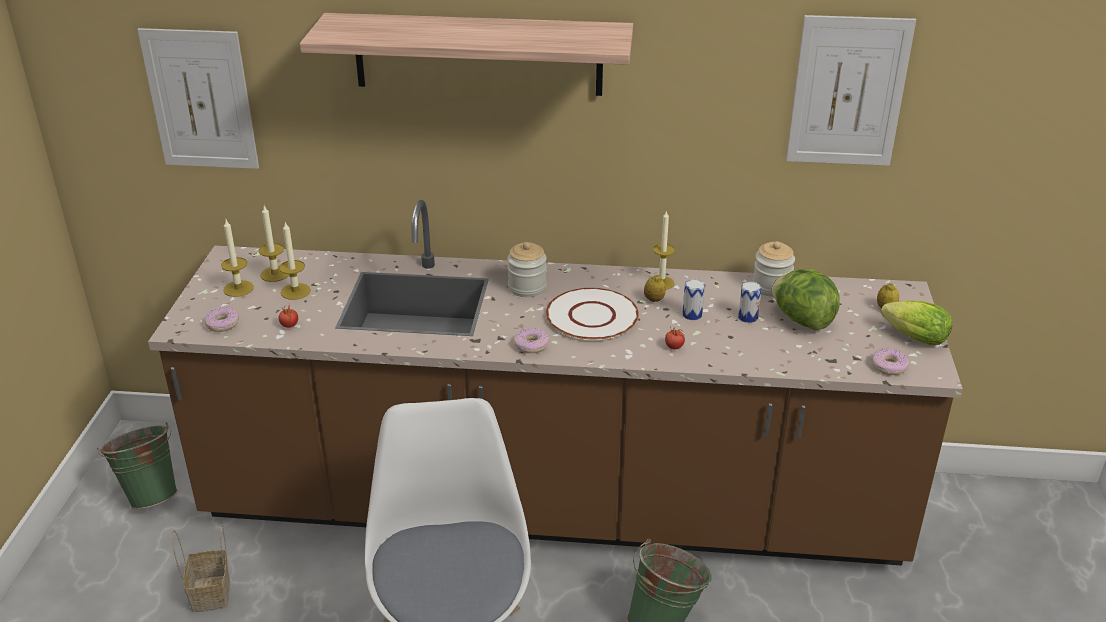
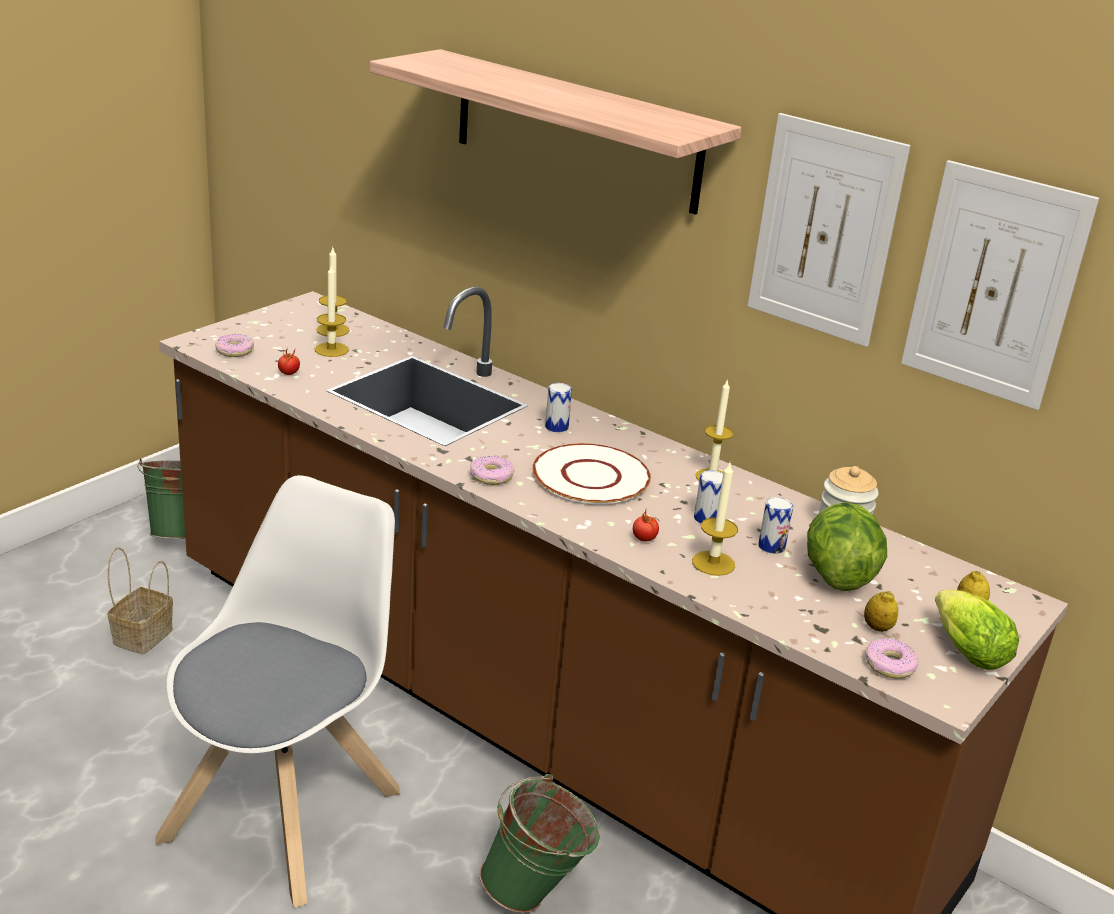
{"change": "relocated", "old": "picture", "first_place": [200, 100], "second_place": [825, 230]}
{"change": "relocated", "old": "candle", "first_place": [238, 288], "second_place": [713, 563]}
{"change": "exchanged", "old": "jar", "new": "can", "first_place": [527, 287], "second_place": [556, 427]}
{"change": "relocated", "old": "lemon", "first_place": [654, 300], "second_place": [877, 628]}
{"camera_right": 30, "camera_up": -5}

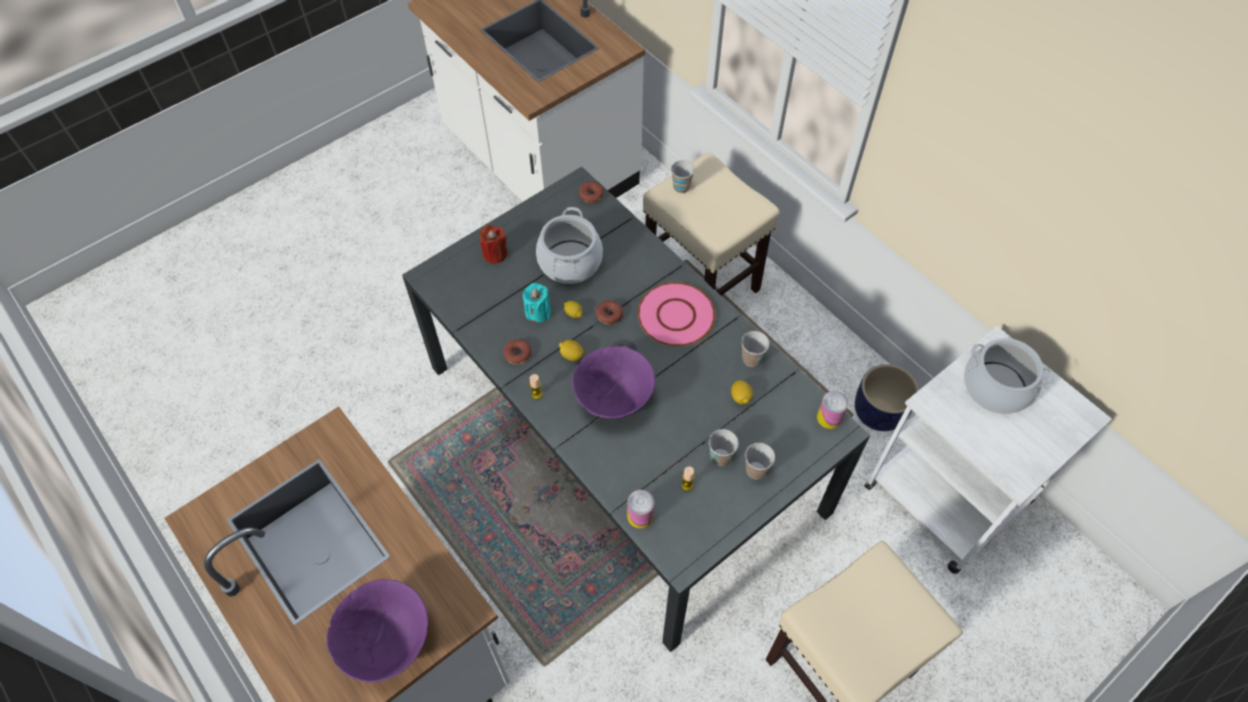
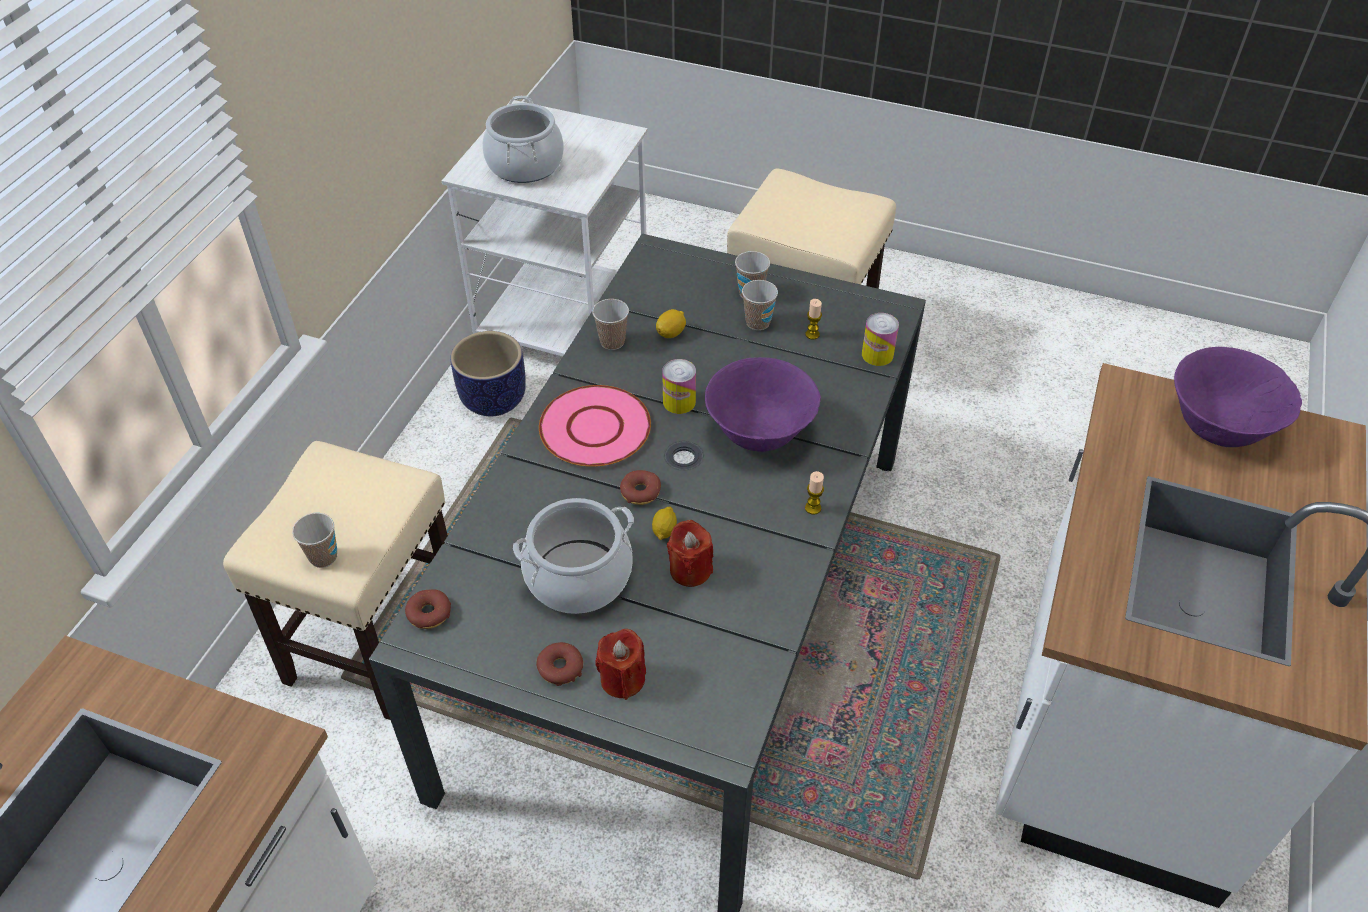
{"change": "relocated", "old": "donut", "first_place": [518, 354], "second_place": [560, 668]}
{"change": "colour", "old": "candle (turquoise)", "new": "candle (red)", "first_place": [538, 312], "second_place": [690, 570]}
{"change": "missing", "old": "lemon", "first_place": [571, 355]}
{"change": "relocated", "old": "can", "first_place": [829, 417], "second_place": [679, 402]}
{"camera_right": -120, "camera_up": -10}

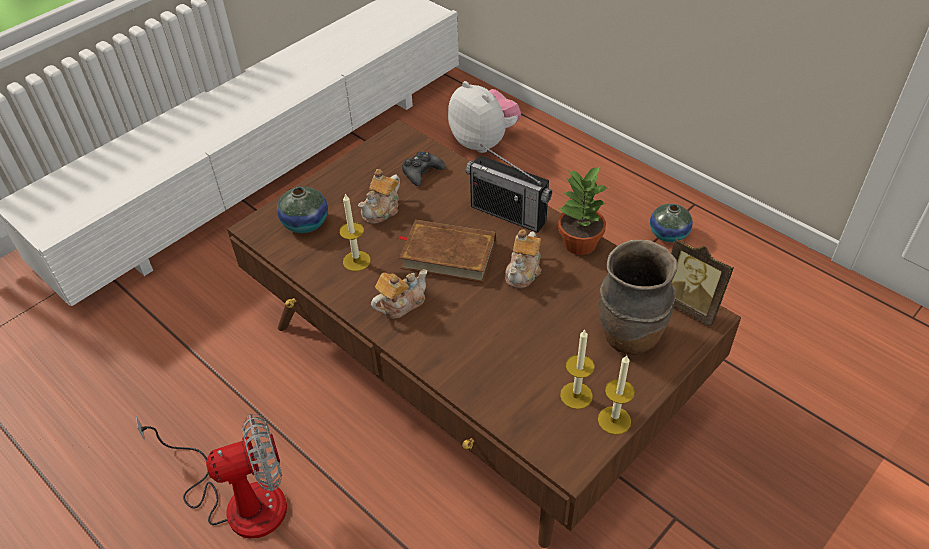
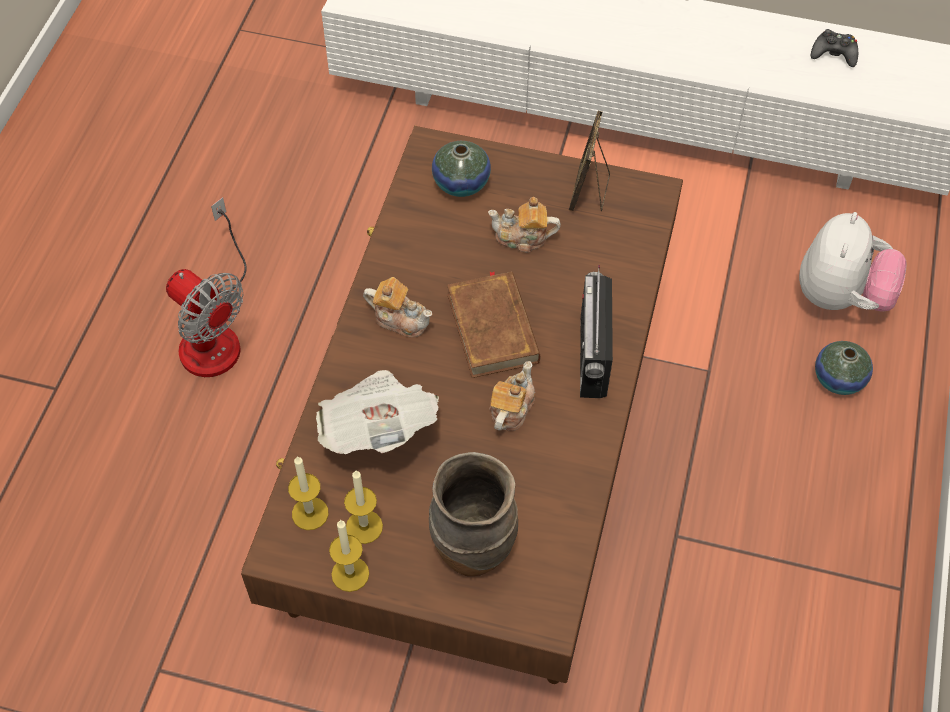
{"change": "relocated", "old": "candle", "first_place": [356, 261], "second_place": [310, 513]}
{"change": "relocated", "old": "game controller (black)", "first_place": [422, 172], "second_place": [834, 53]}
{"change": "spun", "old": "teapot", "first_place": [524, 271], "second_place": [511, 409], "degrees": 120}
{"change": "missing", "old": "potted plant", "first_place": [578, 243]}
{"change": "relocated", "old": "vase", "first_place": [668, 234], "second_place": [838, 379]}
{"change": "relocated", "old": "picture frame", "first_place": [691, 305], "second_place": [589, 191]}
{"change": "appeared", "new": "newspaper", "second_place": [378, 428]}
{"camera_right": 60, "camera_up": 10}

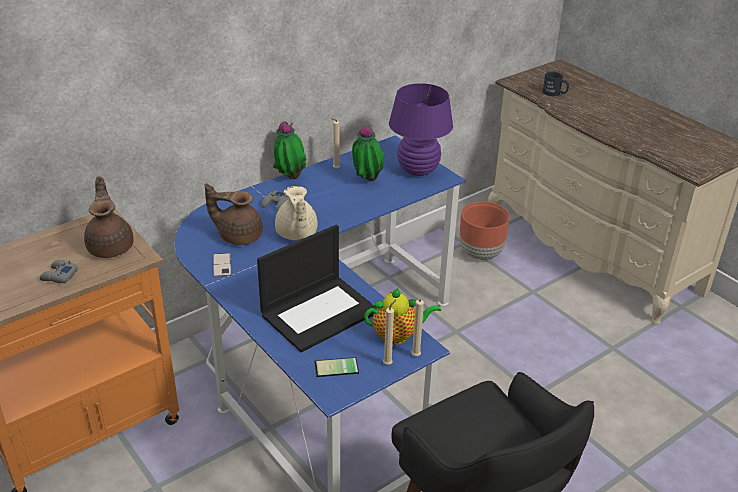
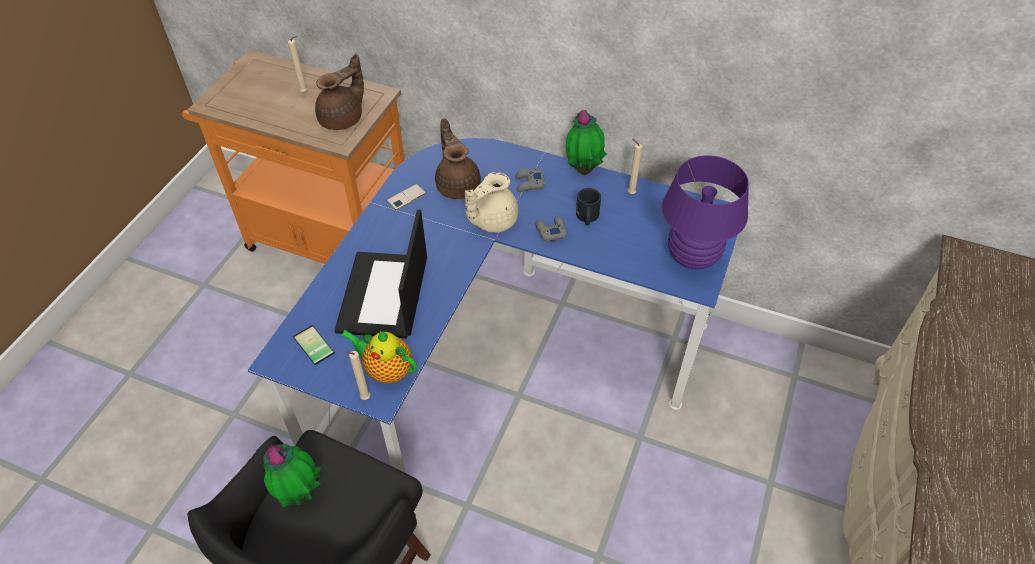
{"change": "relocated", "old": "game controller (grey)", "first_place": [59, 276], "second_place": [551, 231]}
{"change": "spun", "old": "laptop", "first_place": [320, 312], "second_place": [384, 296], "degrees": 75}
{"change": "relocated", "old": "potted plant", "first_place": [366, 180], "second_place": [300, 493]}
{"change": "spun", "old": "teapot", "first_place": [398, 336], "second_place": [386, 370], "degrees": 150}
{"change": "relocated", "old": "candle (beige)", "first_place": [388, 363], "second_place": [305, 92]}
{"change": "missing", "old": "planter (brown)", "first_place": [481, 253]}
{"change": "relocated", "old": "mug (black)", "first_place": [555, 93], "second_place": [587, 218]}
{"camera_right": 60, "camera_up": 15}

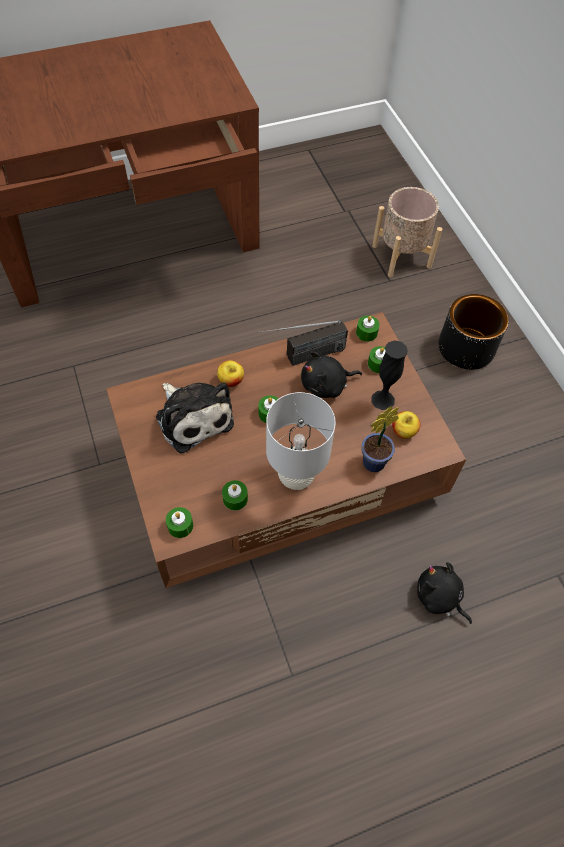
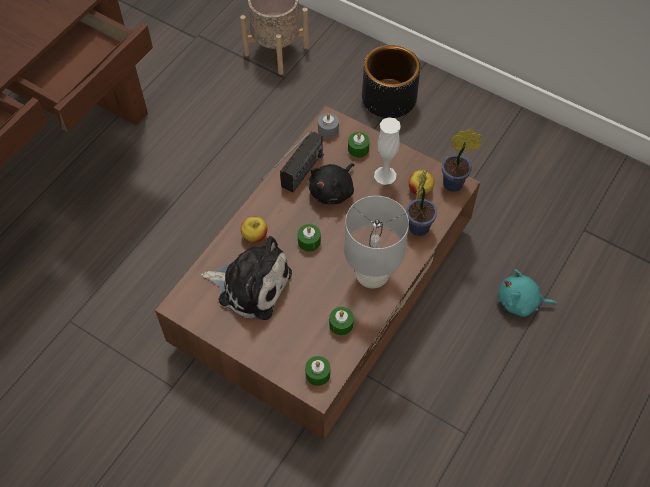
{"change": "colour", "old": "candle (green)", "new": "candle (grey)", "first_place": [366, 333], "second_place": [328, 130]}
{"change": "colour", "old": "vase (black)", "new": "vase (white)", "first_place": [383, 400], "second_place": [385, 175]}
{"change": "colour", "old": "plush toy (black)", "new": "plush toy (turquoise)", "first_place": [439, 597], "second_place": [520, 302]}
{"change": "appeared", "new": "potted plant", "second_place": [455, 183]}
{"camera_right": -35, "camera_up": 0}

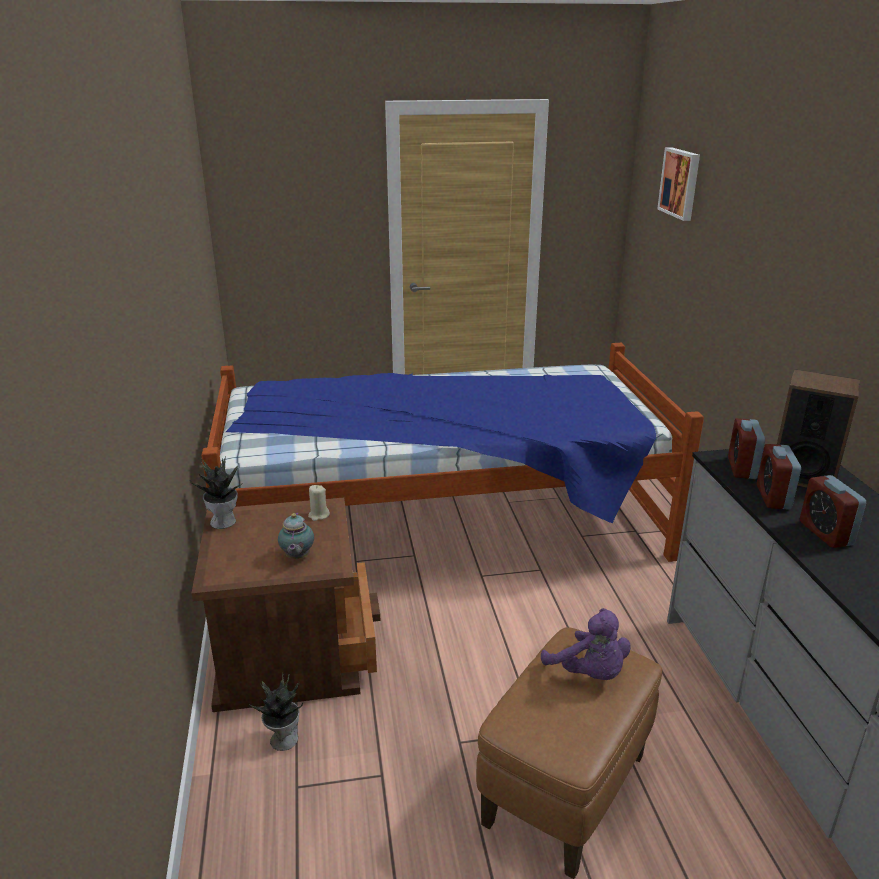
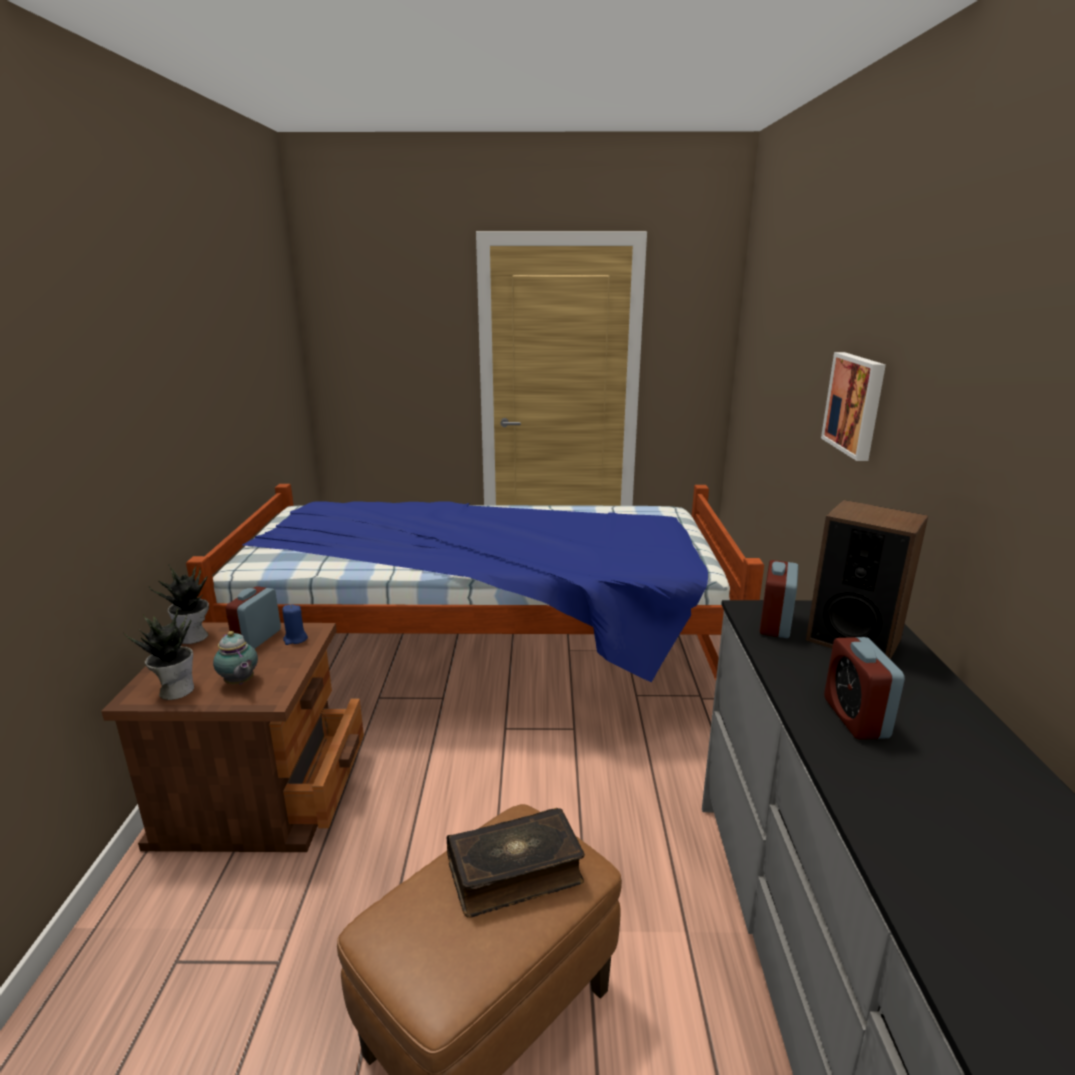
{"change": "relocated", "old": "potted plant", "first_place": [283, 739], "second_place": [176, 690]}
{"change": "spun", "old": "teapot", "first_place": [297, 557], "second_place": [240, 683], "degrees": -45}
{"change": "colour", "old": "candle (beige)", "new": "candle (blue)", "first_place": [318, 515], "second_place": [295, 639]}
{"change": "exchanged", "old": "plush toy (purple)", "new": "book", "first_place": [589, 673], "second_place": [515, 872]}
{"change": "relocated", "old": "picture", "first_place": [681, 183], "second_place": [856, 404]}
{"change": "relocated", "old": "alarm clock", "first_place": [773, 497], "second_place": [257, 638]}
{"camera_right": 10, "camera_up": -5}

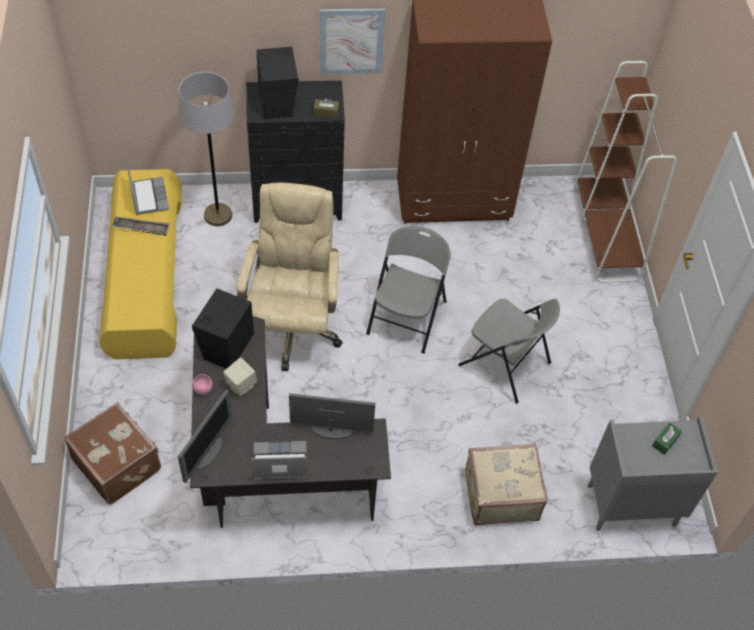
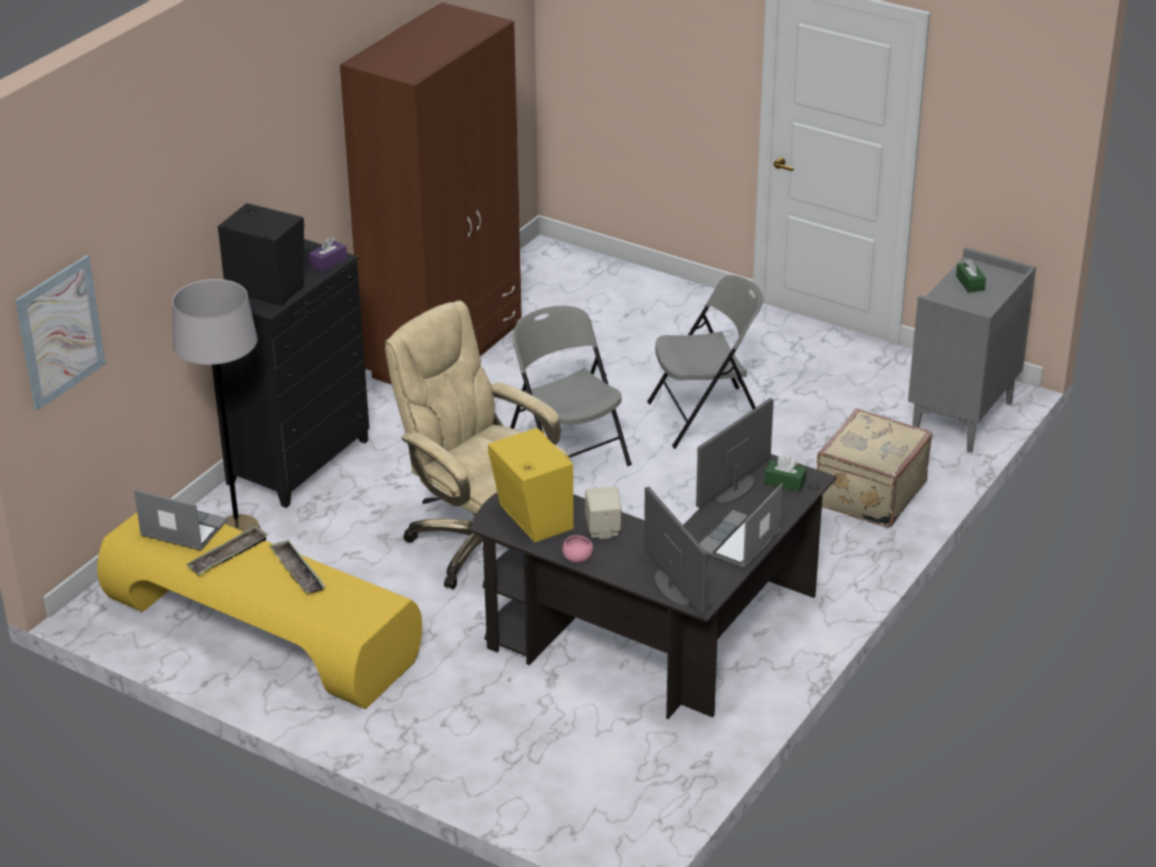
{"change": "missing", "old": "suitcase (brown)", "first_place": [118, 464]}
{"change": "colour", "old": "speaker (black)", "new": "speaker (yellow)", "first_place": [225, 346], "second_place": [533, 519]}
{"change": "colour", "old": "tissue box (brown)", "new": "tissue box (purple)", "first_place": [326, 112], "second_place": [328, 262]}
{"change": "relocated", "old": "picture", "first_place": [351, 41], "second_place": [60, 332]}
{"change": "missing", "old": "clothes rack (brown)", "first_place": [605, 235]}
{"change": "appeared", "new": "tray", "second_place": [297, 571]}
{"change": "appeared", "new": "tissue box (green)", "second_place": [785, 482]}
{"camera_right": -50, "camera_up": -20}

